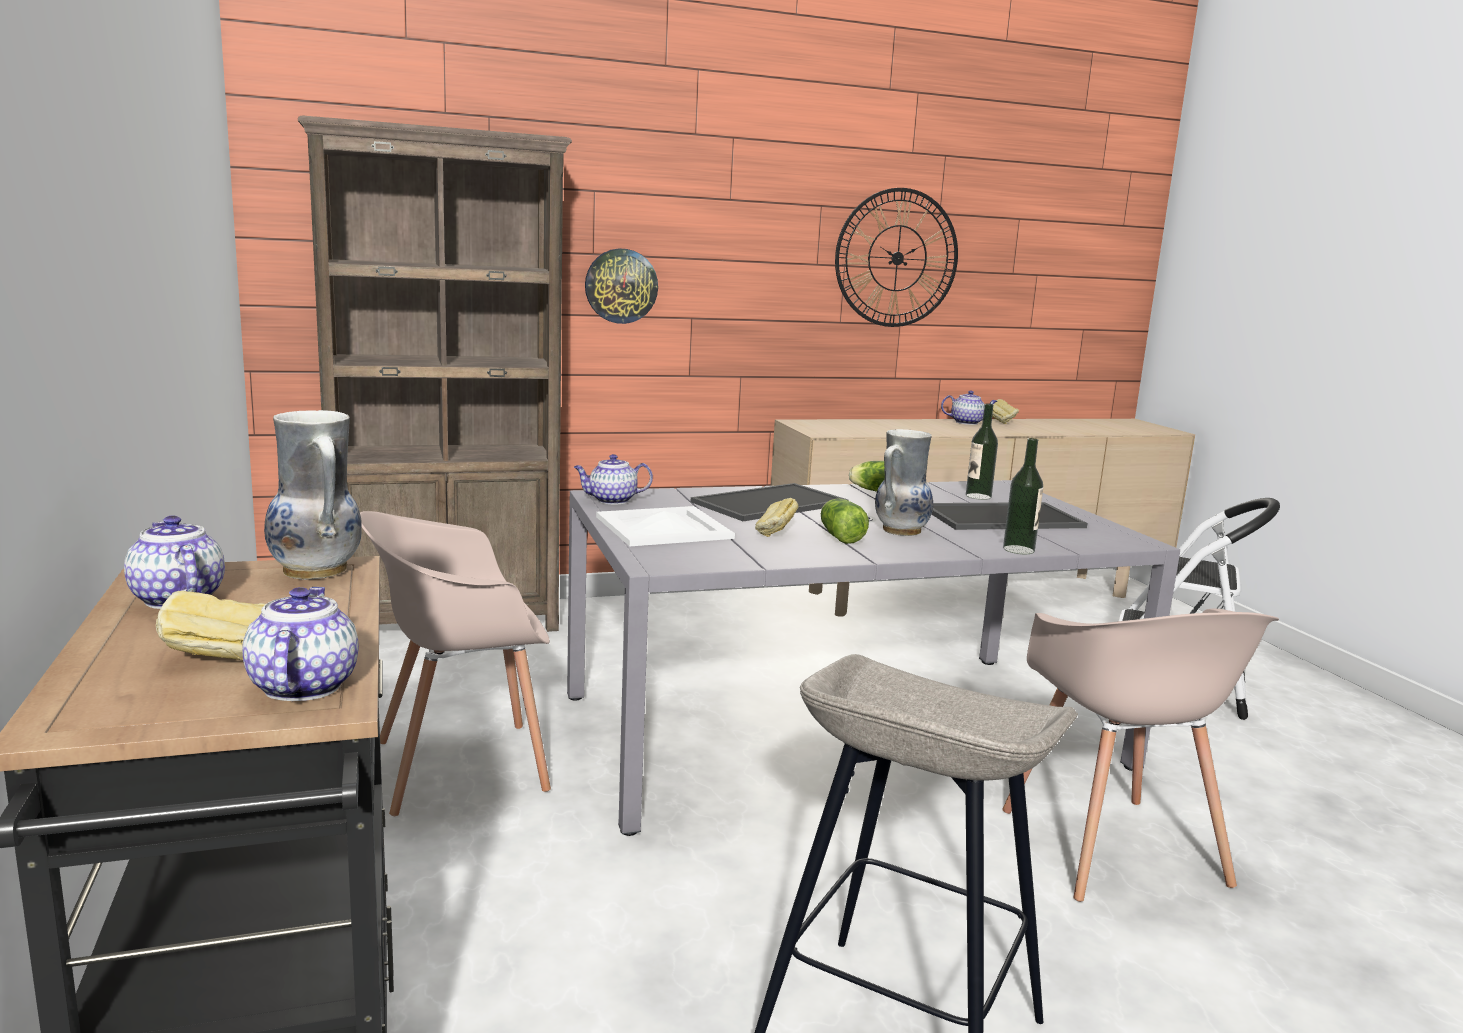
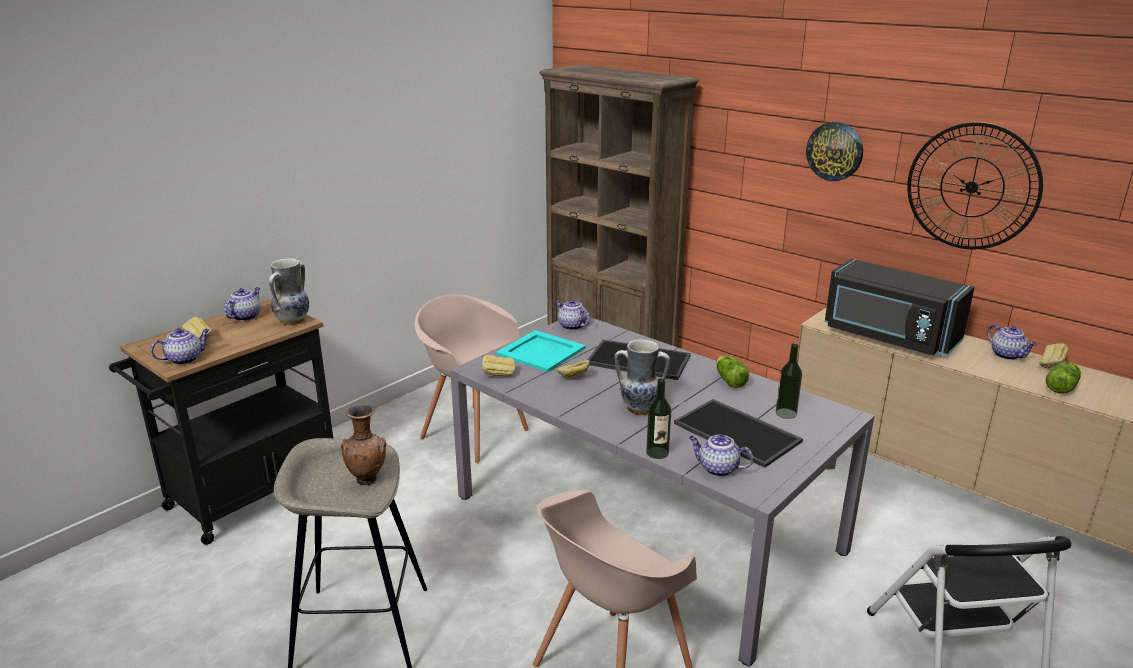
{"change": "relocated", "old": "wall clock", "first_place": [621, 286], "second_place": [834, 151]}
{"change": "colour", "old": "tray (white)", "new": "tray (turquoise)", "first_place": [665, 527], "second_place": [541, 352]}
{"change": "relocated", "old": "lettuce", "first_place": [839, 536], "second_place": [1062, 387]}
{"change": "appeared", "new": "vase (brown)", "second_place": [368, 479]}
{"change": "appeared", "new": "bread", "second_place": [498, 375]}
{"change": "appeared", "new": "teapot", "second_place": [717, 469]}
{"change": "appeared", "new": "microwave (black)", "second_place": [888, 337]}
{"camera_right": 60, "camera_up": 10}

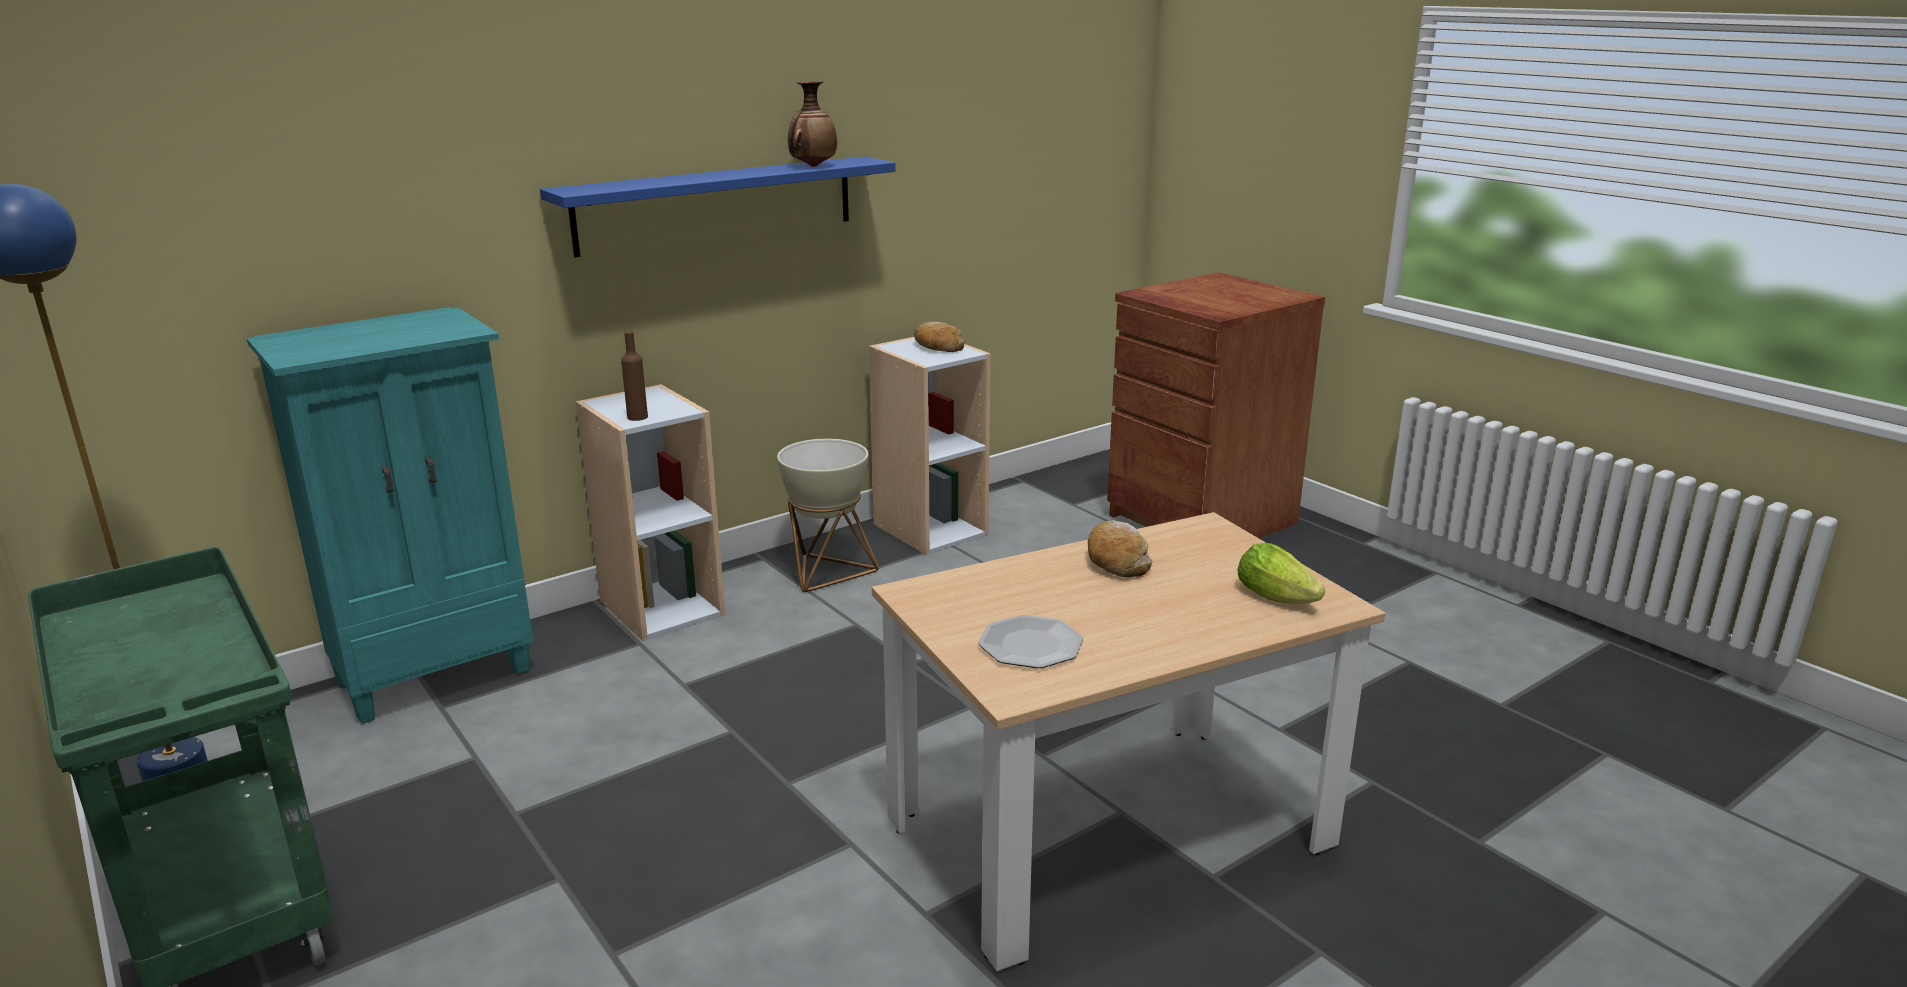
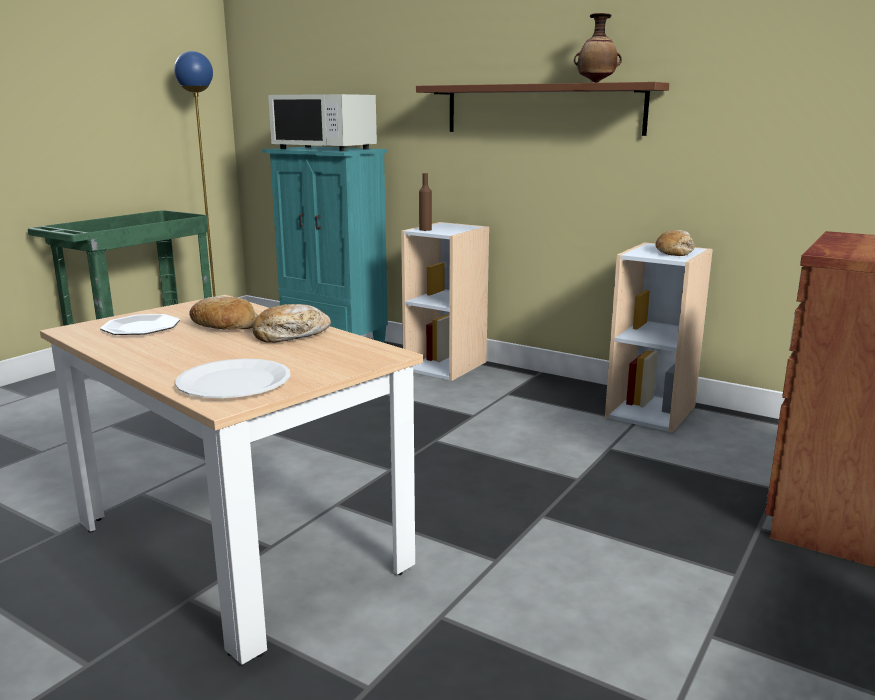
{"change": "colour", "old": "shelf (blue)", "new": "shelf (brown)", "first_place": [717, 204], "second_place": [542, 109]}
{"change": "missing", "old": "planter", "first_place": [829, 572]}
{"change": "exchanged", "old": "lettuce", "new": "plate (white)", "first_place": [1280, 598], "second_place": [234, 382]}
{"change": "appeared", "new": "bread", "second_place": [224, 326]}
{"change": "appeared", "new": "microwave (white)", "second_place": [325, 149]}
{"camera_right": 70, "camera_up": -5}

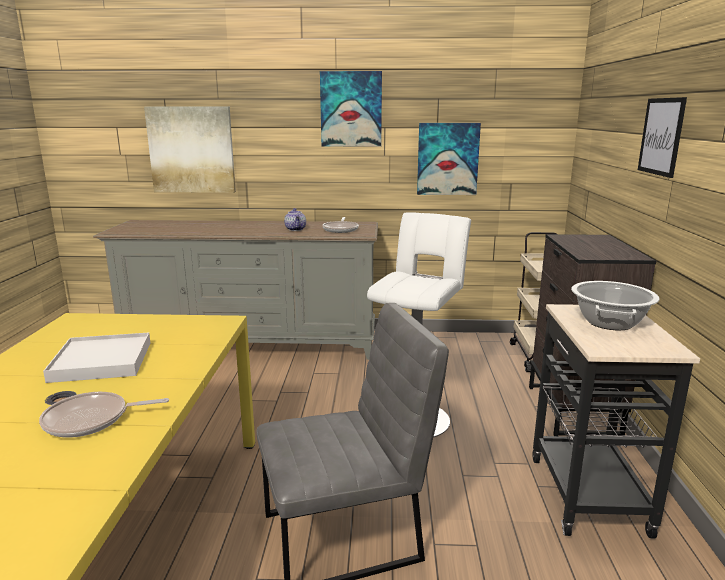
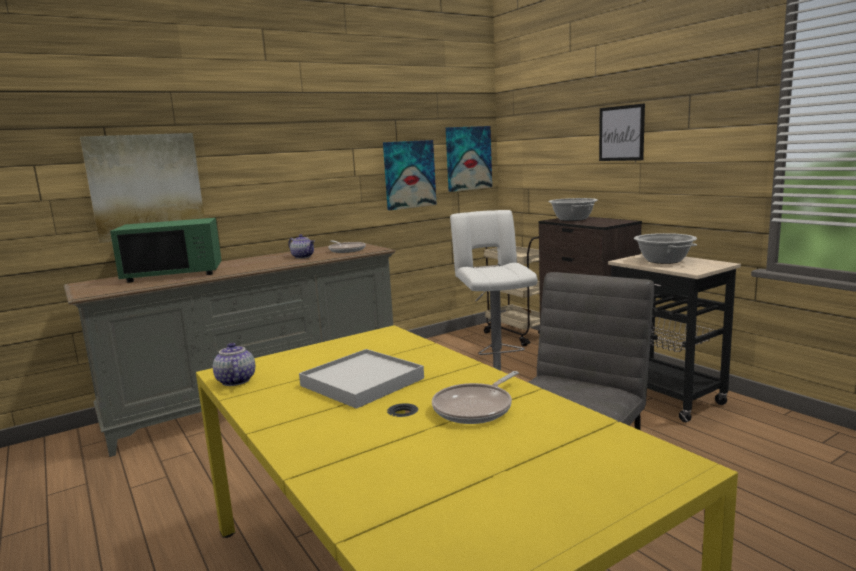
{"change": "relocated", "old": "picture", "first_place": [351, 109], "second_place": [468, 158]}
{"change": "appeared", "new": "microwave (green)", "second_place": [174, 274]}
{"change": "appeared", "new": "teapot", "second_place": [235, 381]}
{"change": "appeared", "new": "cooking pot", "second_place": [572, 219]}
{"camera_right": -35, "camera_up": -5}

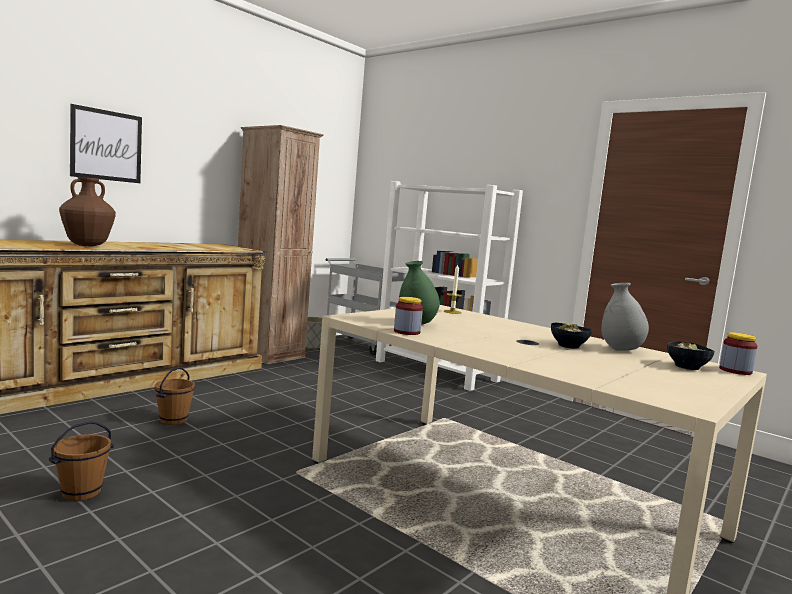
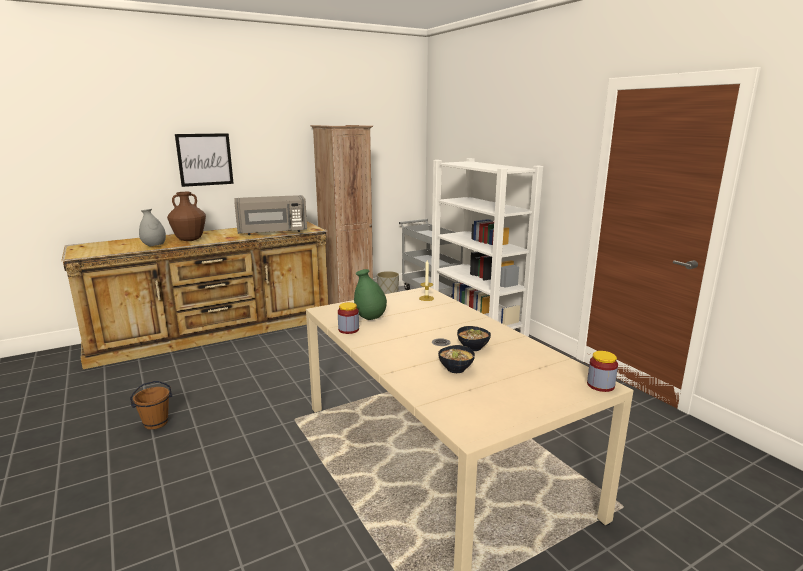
{"change": "missing", "old": "bucket (brown)", "first_place": [173, 420]}
{"change": "relocated", "old": "vase (grey)", "first_place": [621, 350], "second_place": [154, 246]}
{"change": "relocated", "old": "bowl", "first_place": [686, 367], "second_place": [455, 369]}
{"change": "appeared", "new": "microwave (grey)", "second_place": [272, 232]}
{"camera_right": 20, "camera_up": 10}

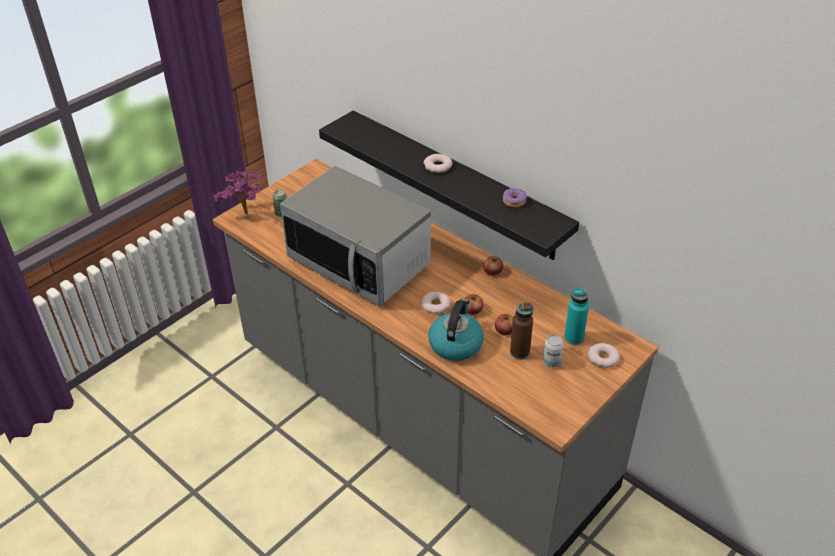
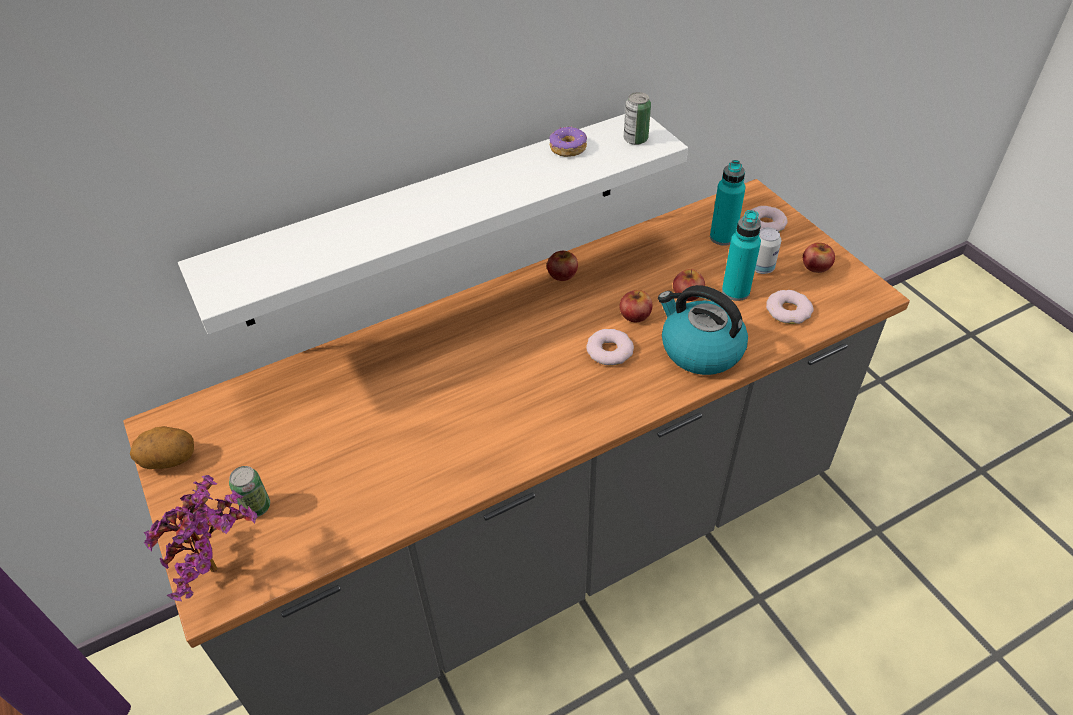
{"change": "missing", "old": "microwave", "first_place": [359, 262]}
{"change": "colour", "old": "shelf (black)", "new": "shelf (white)", "first_place": [456, 184], "second_place": [435, 217]}
{"change": "relocated", "old": "donut", "first_place": [438, 166], "second_place": [788, 311]}
{"change": "colour", "old": "bottle (brown)", "new": "bottle (turquoise)", "first_place": [519, 352], "second_place": [735, 291]}
{"change": "appeared", "new": "potato", "second_place": [170, 460]}
{"change": "appeared", "new": "can", "second_place": [635, 139]}
{"change": "appeared", "new": "apple", "second_place": [816, 266]}
{"camera_right": -70, "camera_up": 5}

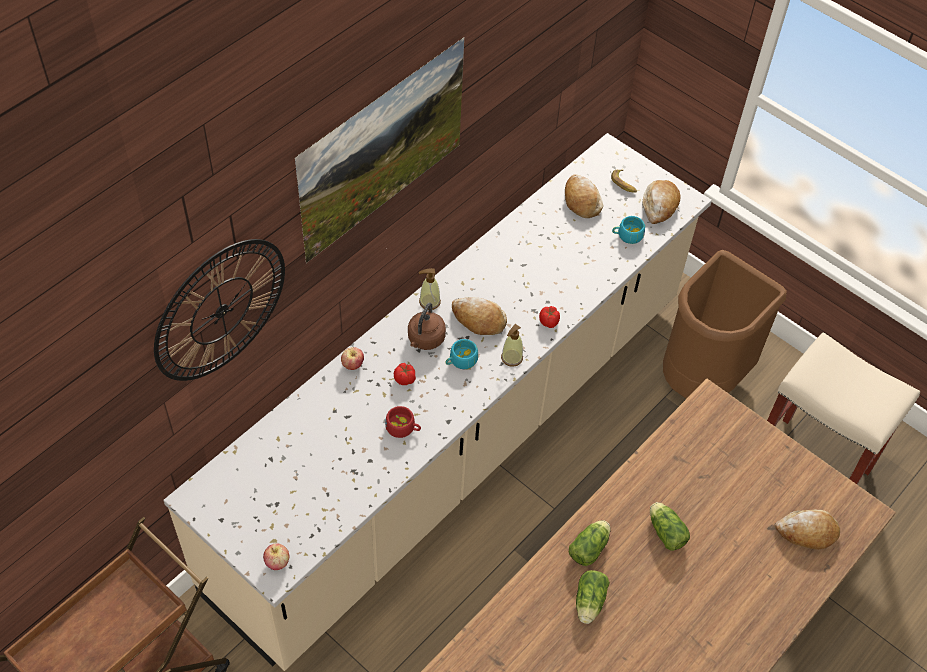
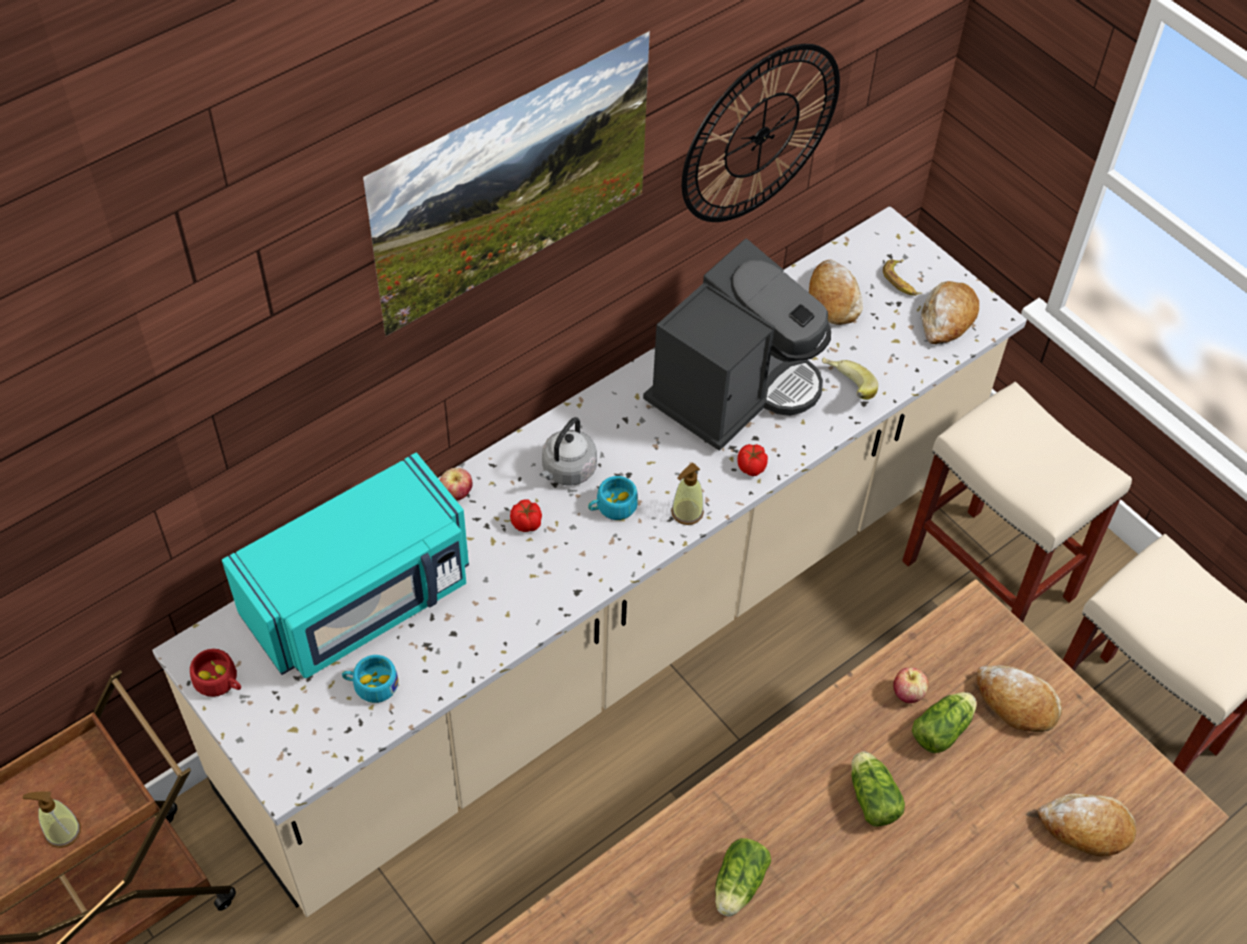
{"change": "relocated", "old": "wall clock", "first_place": [221, 310], "second_place": [761, 135]}
{"change": "relocated", "old": "apple", "first_place": [277, 562], "second_place": [907, 693]}
{"change": "relocated", "old": "cup (red)", "first_place": [403, 428], "second_place": [220, 682]}
{"change": "colour", "old": "kettle (brown)", "new": "kettle (grey)", "first_place": [425, 340], "second_place": [567, 471]}
{"change": "relocated", "old": "soap dispenser", "first_place": [429, 302], "second_place": [62, 831]}
{"change": "relocated", "old": "bread", "first_place": [478, 320], "second_place": [1016, 703]}
{"change": "relocated", "old": "lettuce", "first_place": [590, 547], "second_place": [943, 728]}
{"change": "relocated", "old": "cup (turquoise)", "first_place": [627, 235], "second_place": [371, 685]}
{"change": "exchanged", "old": "trash can (brown)", "new": "stool (beige)", "first_place": [702, 378], "second_place": [990, 580]}
{"change": "appeared", "new": "microwave (turquoise)", "second_place": [361, 600]}
{"change": "appeared", "new": "coffee machine", "second_place": [733, 388]}
{"change": "appeared", "new": "banana", "second_place": [845, 389]}
{"camera_right": 10, "camera_up": 0}

